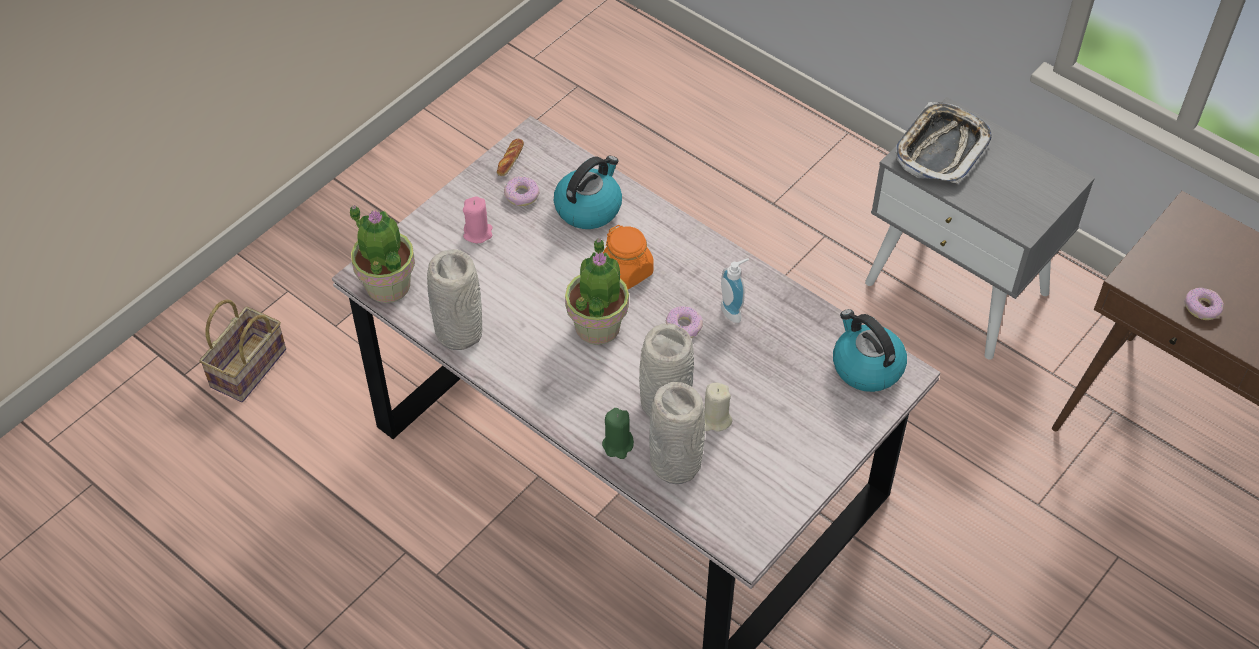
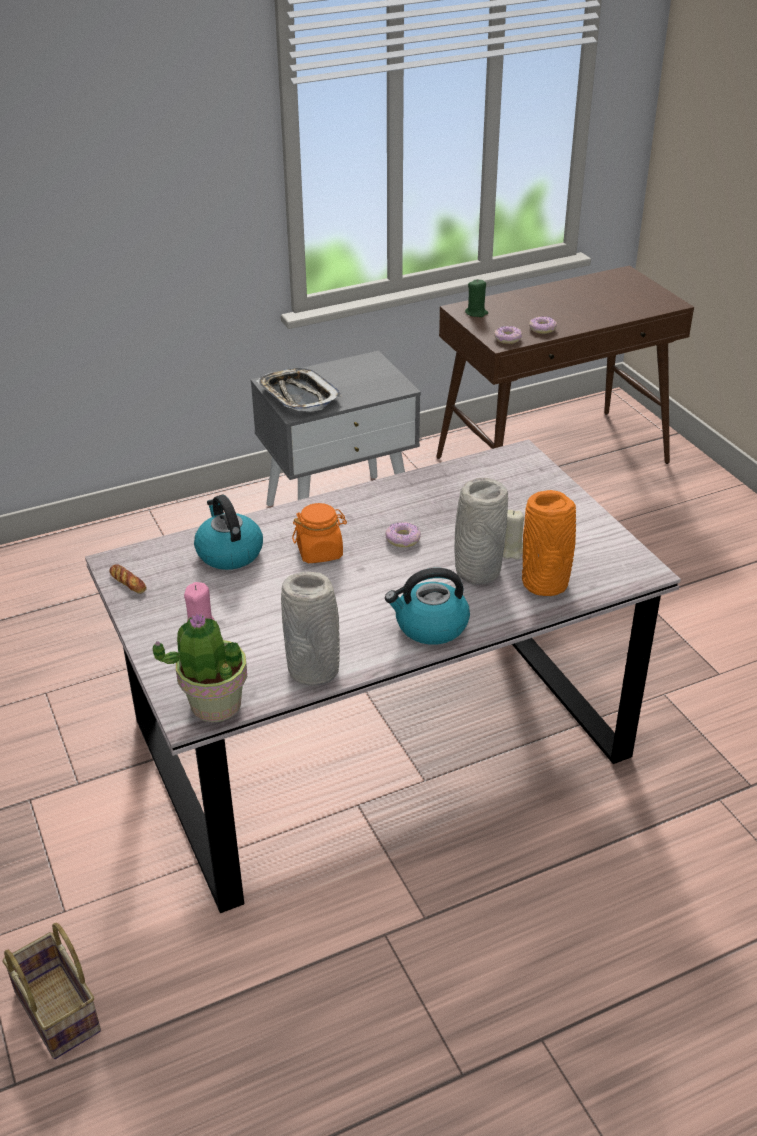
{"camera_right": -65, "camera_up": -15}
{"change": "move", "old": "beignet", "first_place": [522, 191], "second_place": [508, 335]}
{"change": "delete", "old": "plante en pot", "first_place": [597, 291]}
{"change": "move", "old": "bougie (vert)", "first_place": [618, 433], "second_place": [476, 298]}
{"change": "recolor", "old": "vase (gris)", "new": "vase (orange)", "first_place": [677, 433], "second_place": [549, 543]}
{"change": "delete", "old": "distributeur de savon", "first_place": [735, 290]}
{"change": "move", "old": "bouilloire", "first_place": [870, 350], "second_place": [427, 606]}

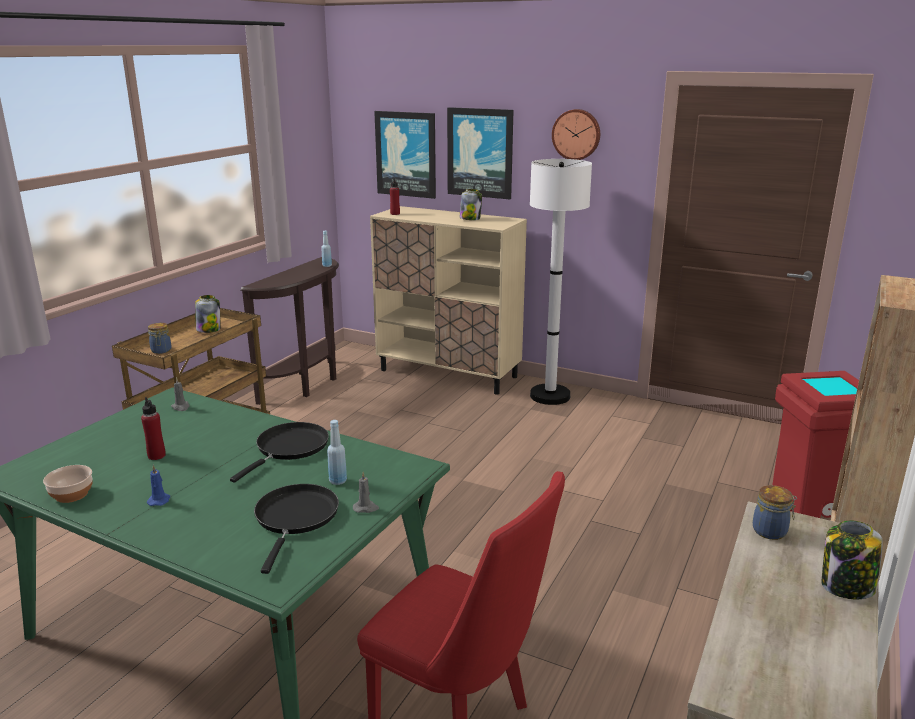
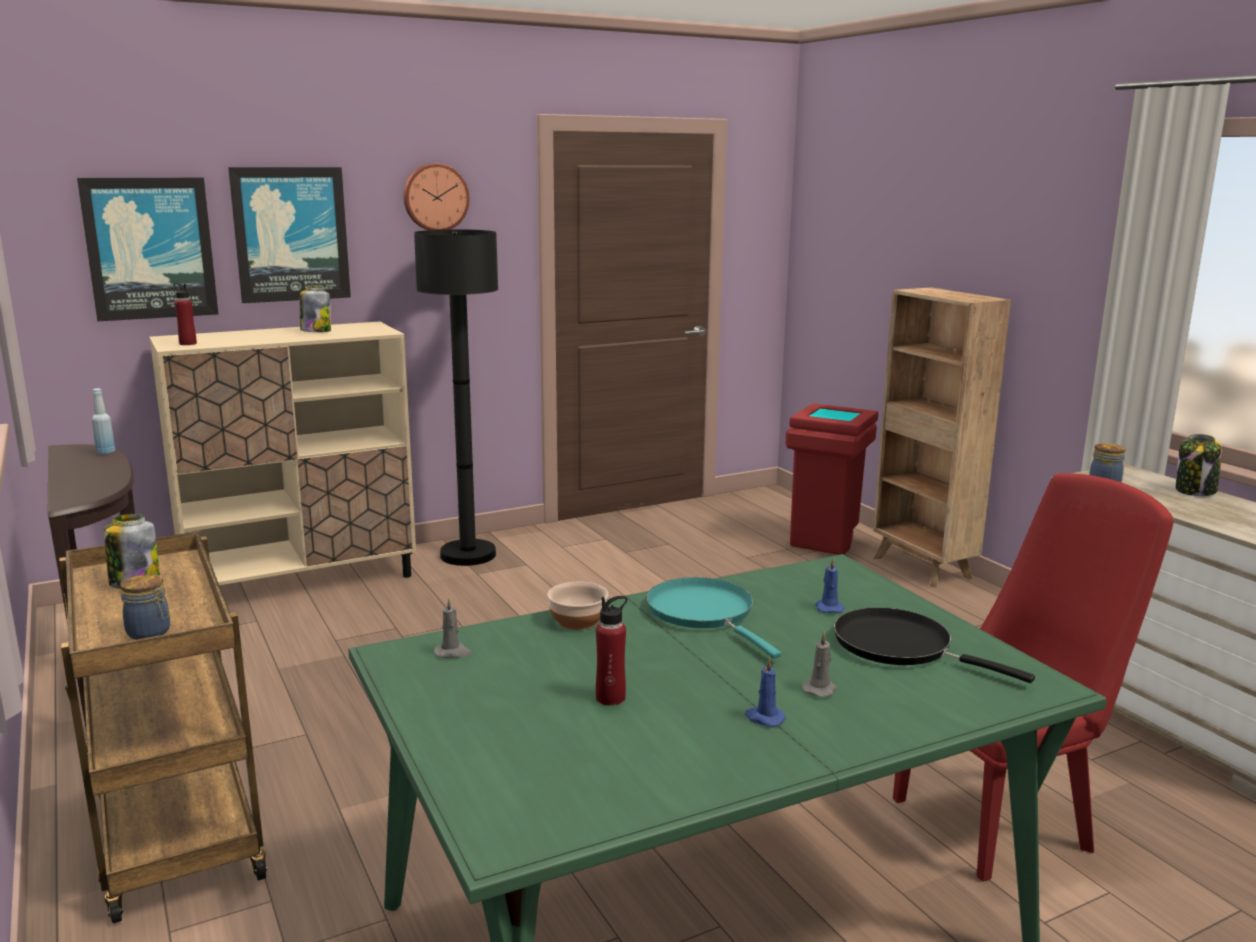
{"camera_right": -55, "camera_up": -5}
{"change": "move", "old": "bol", "first_place": [68, 484], "second_place": [577, 606]}
{"change": "recolor", "old": "poêle (noir)", "new": "poêle (turquoise)", "first_place": [279, 452], "second_place": [713, 617]}
{"change": "replace", "old": "bouteille (bleu)", "new": "bougie (bleu)", "first_place": [337, 452], "second_place": [830, 585]}
{"change": "move", "old": "bougie (gris)", "first_place": [366, 492], "second_place": [819, 665]}
{"change": "recolor", "old": "lampadaire (blanc)", "new": "lampadaire (noir)", "first_place": [561, 282], "second_place": [456, 397]}

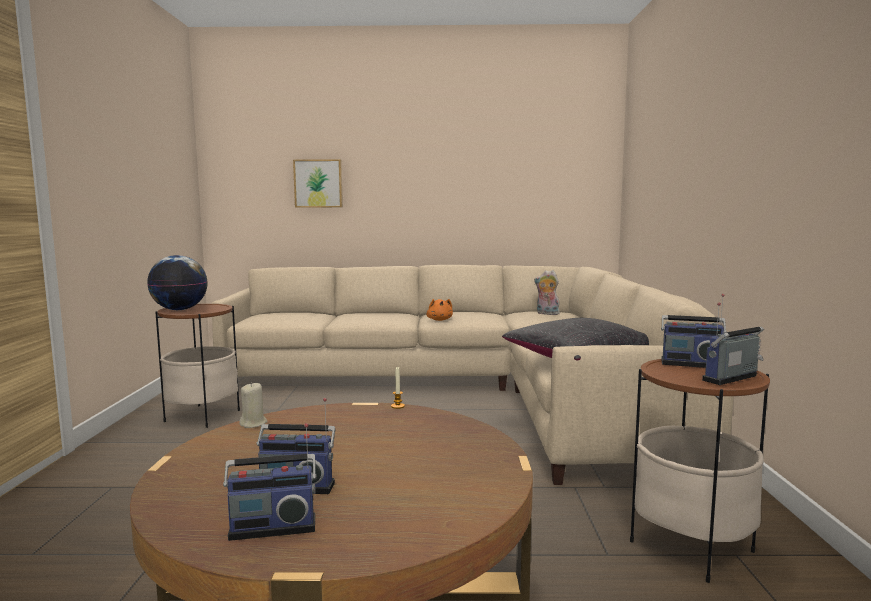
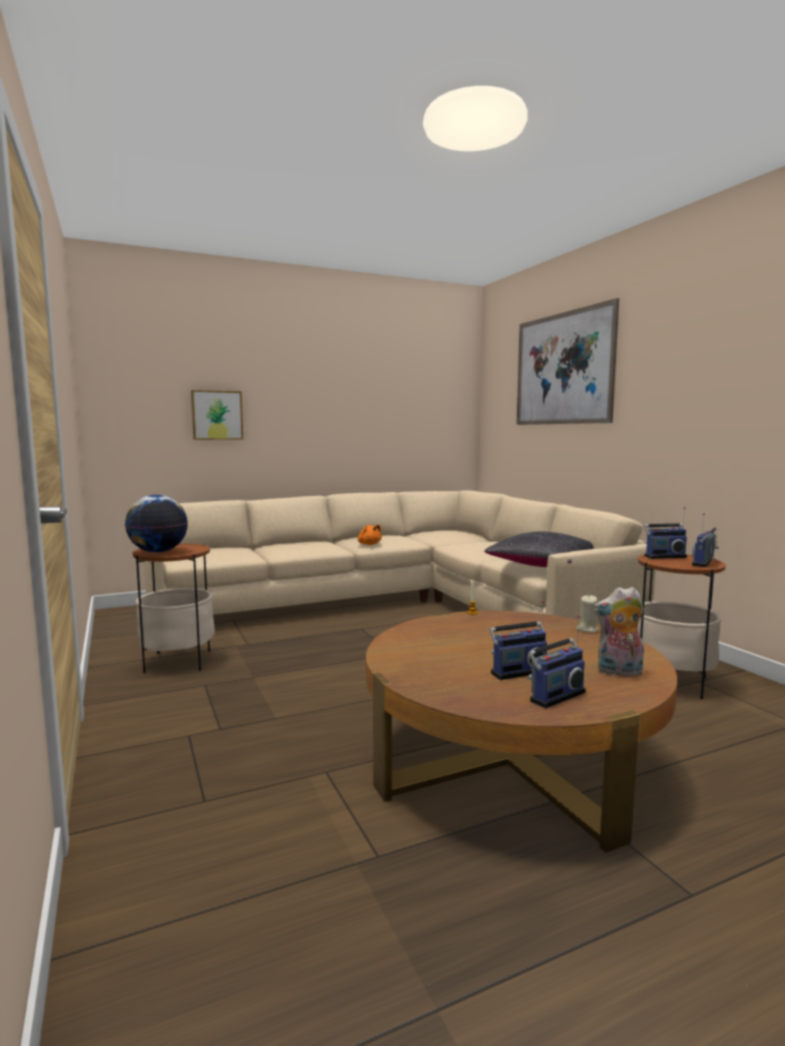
{"camera_right": -25, "camera_up": 0}
{"change": "move", "old": "bougie (beige)", "first_place": [253, 405], "second_place": [587, 614]}
{"change": "move", "old": "peluche", "first_place": [547, 292], "second_place": [618, 631]}
{"change": "insert", "new": "tableau", "second_place": [568, 361]}

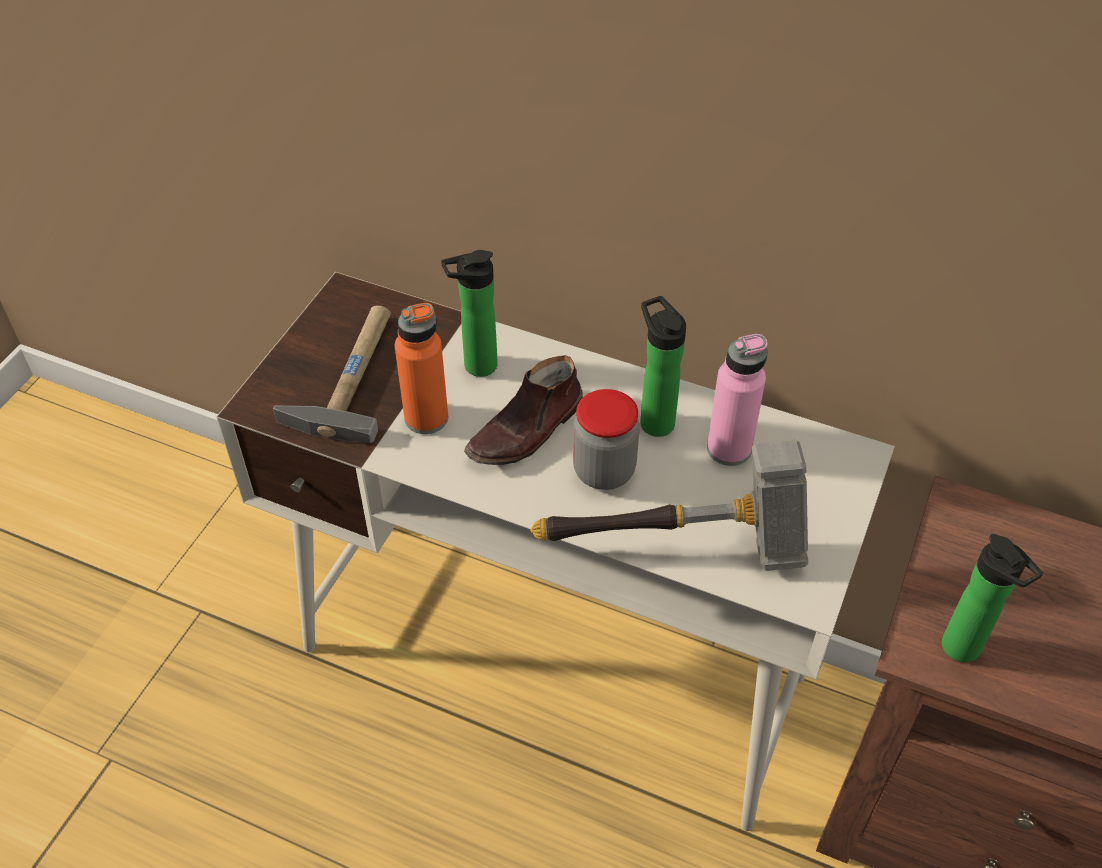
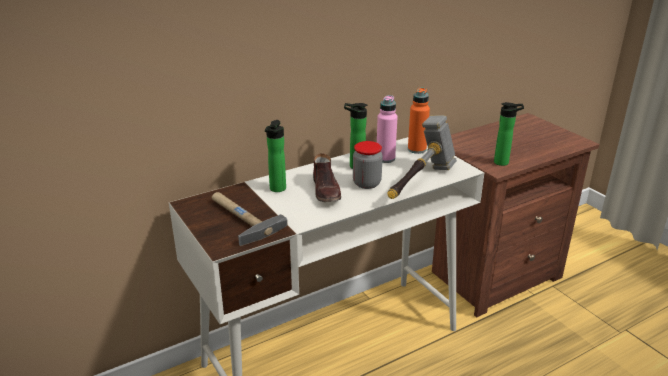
{"camera_right": -55, "camera_up": -20}
{"change": "move", "old": "bouteille (orange)", "first_place": [421, 368], "second_place": [419, 121]}

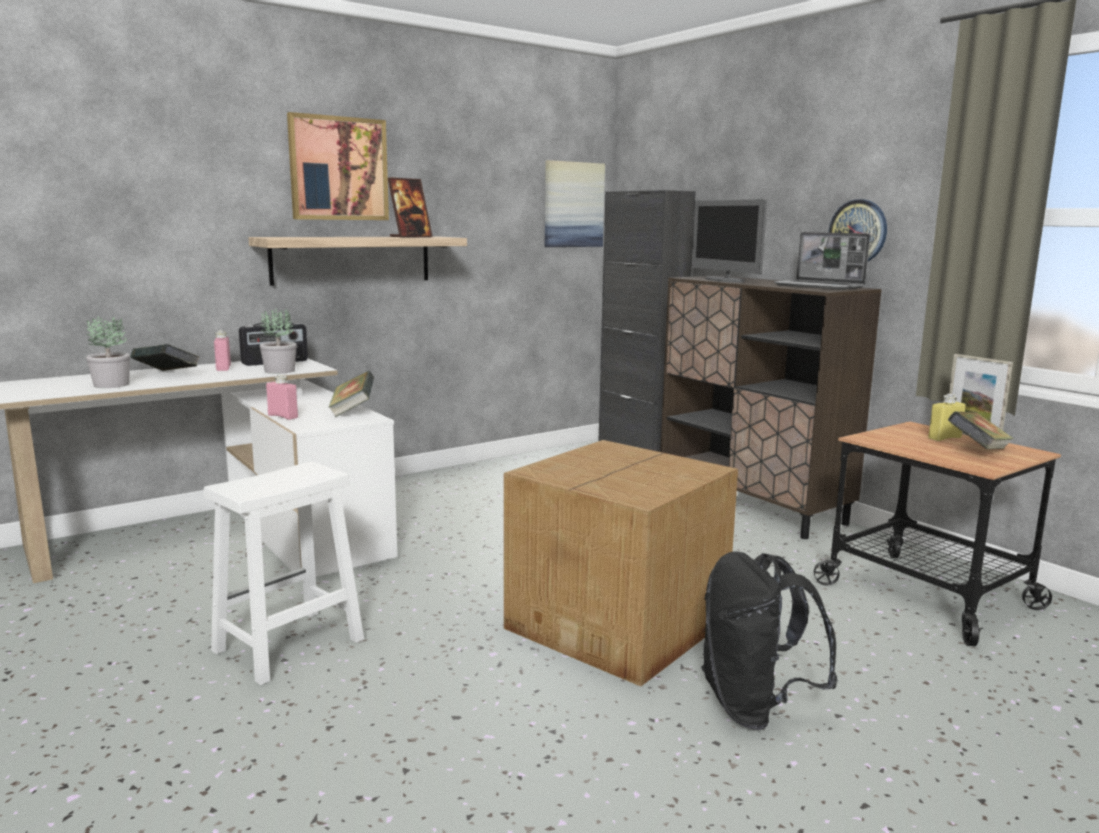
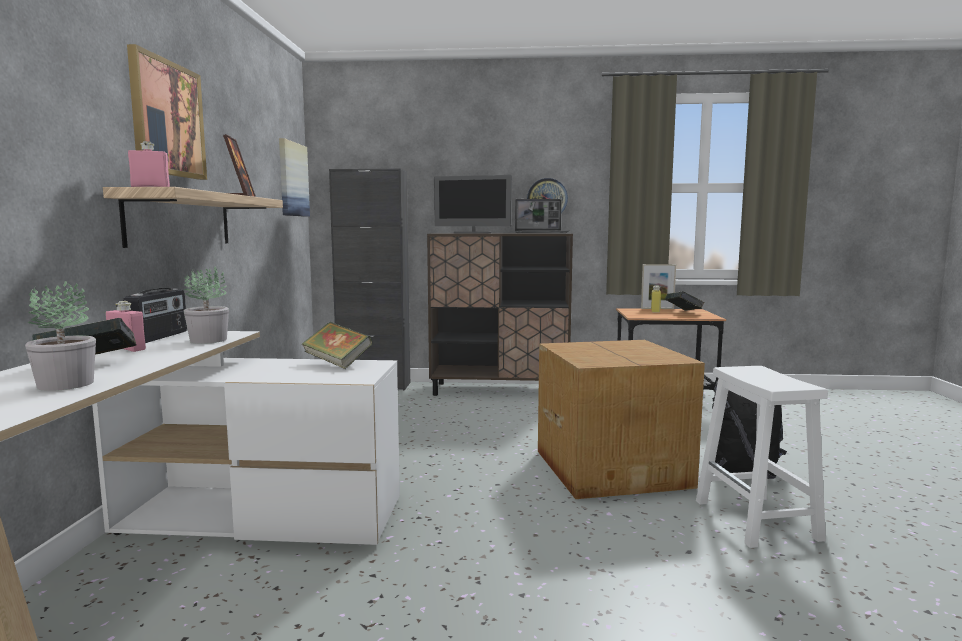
{"camera_right": -50, "camera_up": -5}
{"change": "move", "old": "tabouret (blanc)", "first_place": [284, 573], "second_place": [762, 457]}
{"change": "move", "old": "bouteille (rose)", "first_place": [282, 397], "second_place": [149, 164]}

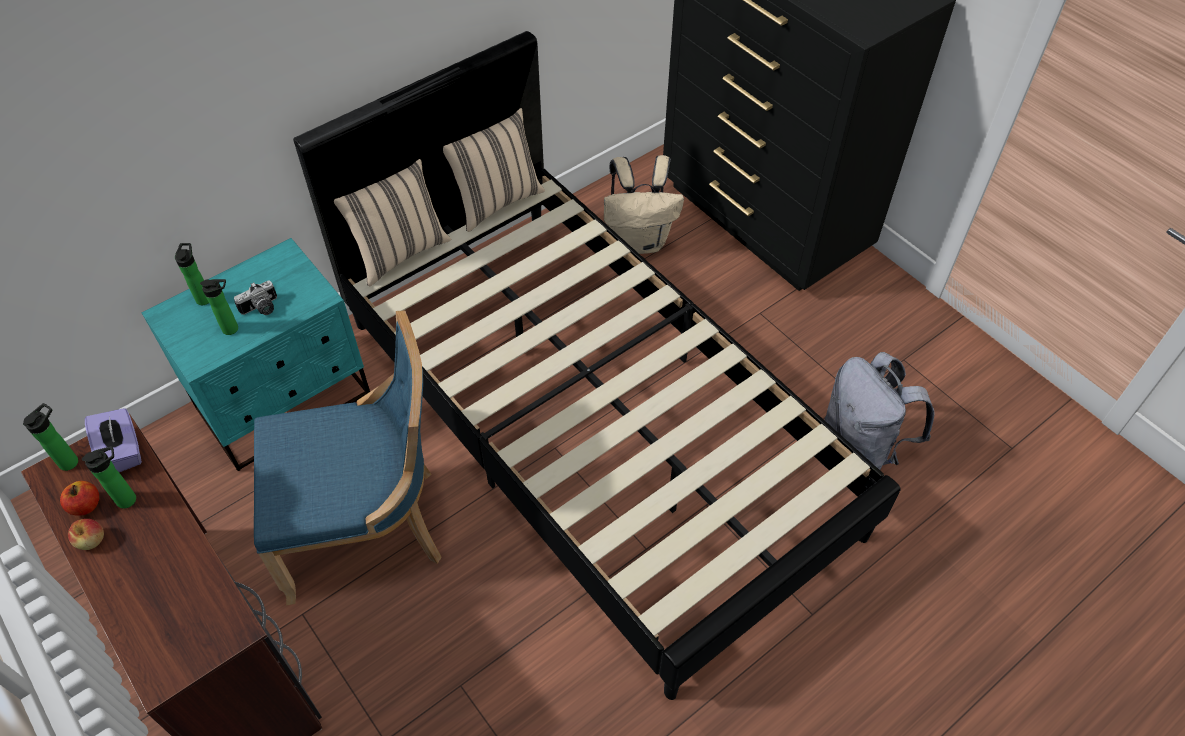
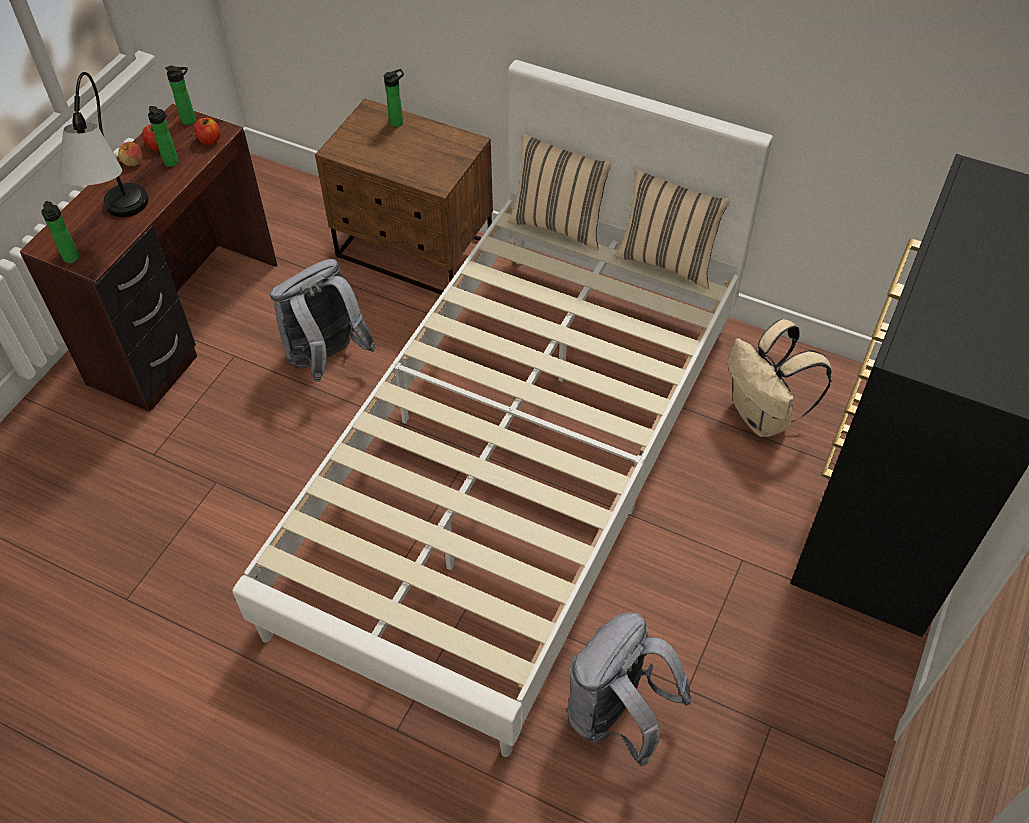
{"camera_right": 65, "camera_up": 0}
{"change": "replace", "old": "boîte à mouchoirs (violet)", "new": "pomme", "first_place": [113, 440], "second_place": [207, 131]}
{"change": "recolor", "old": "table de chevet (turquoise)", "new": "table de chevet (marron)", "first_place": [256, 354], "second_place": [404, 196]}
{"change": "move", "old": "bouteille", "first_place": [219, 307], "second_place": [60, 232]}
{"change": "delete", "old": "appareil photo", "first_place": [255, 297]}
{"change": "replace", "old": "chaise (bleu)", "new": "sac à dos (gris)", "first_place": [348, 457], "second_place": [323, 320]}
{"change": "recolor", "old": "lit (noir)", "new": "lit (blanc)", "first_place": [597, 365], "second_place": [502, 408]}
{"change": "insert", "new": "lampe de table", "second_place": [103, 144]}

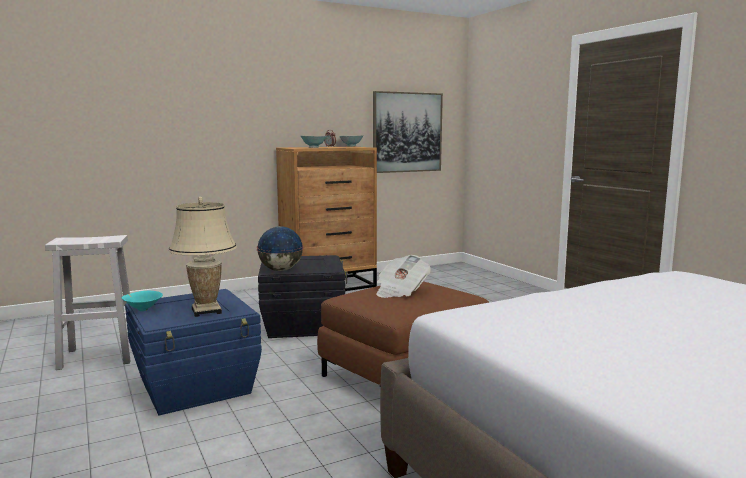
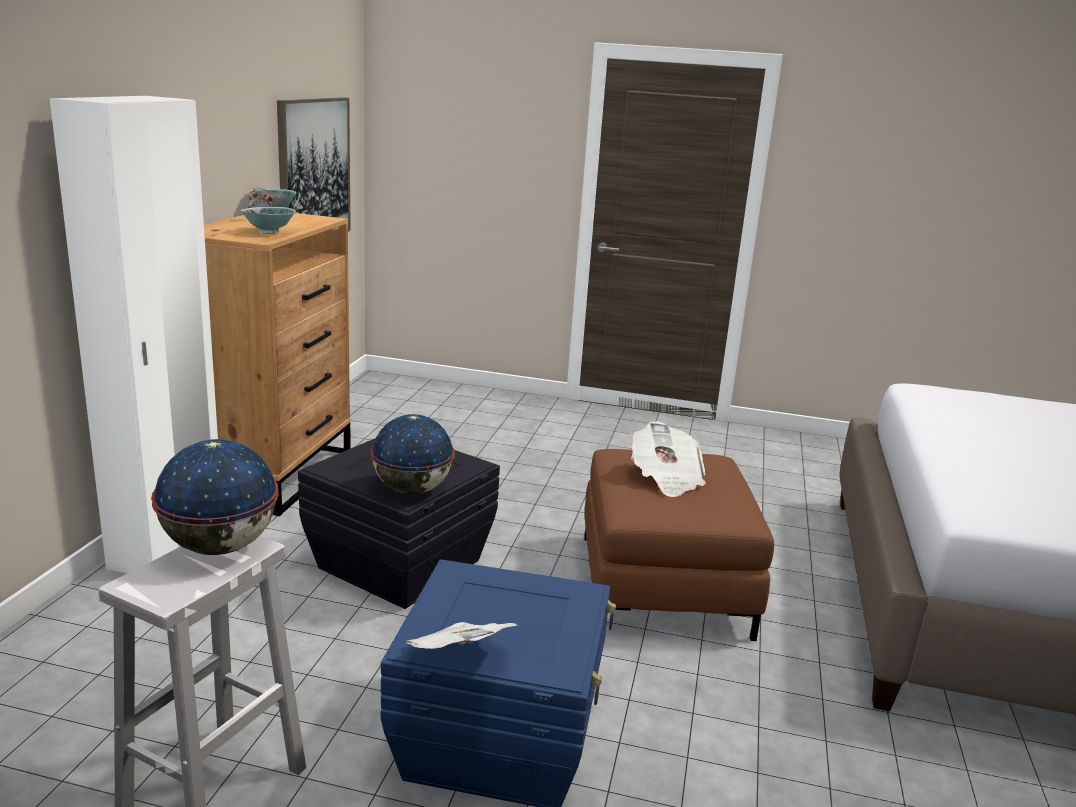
{"camera_right": -50, "camera_up": 10}
{"change": "replace", "old": "bol (turquoise)", "new": "journal", "first_place": [142, 301], "second_place": [462, 635]}
{"change": "delete", "old": "lampe de table (beige)", "first_place": [202, 257]}
{"change": "insert", "new": "armoire (blanc)", "second_place": [134, 334]}
{"change": "insert", "new": "globe", "second_place": [215, 497]}

